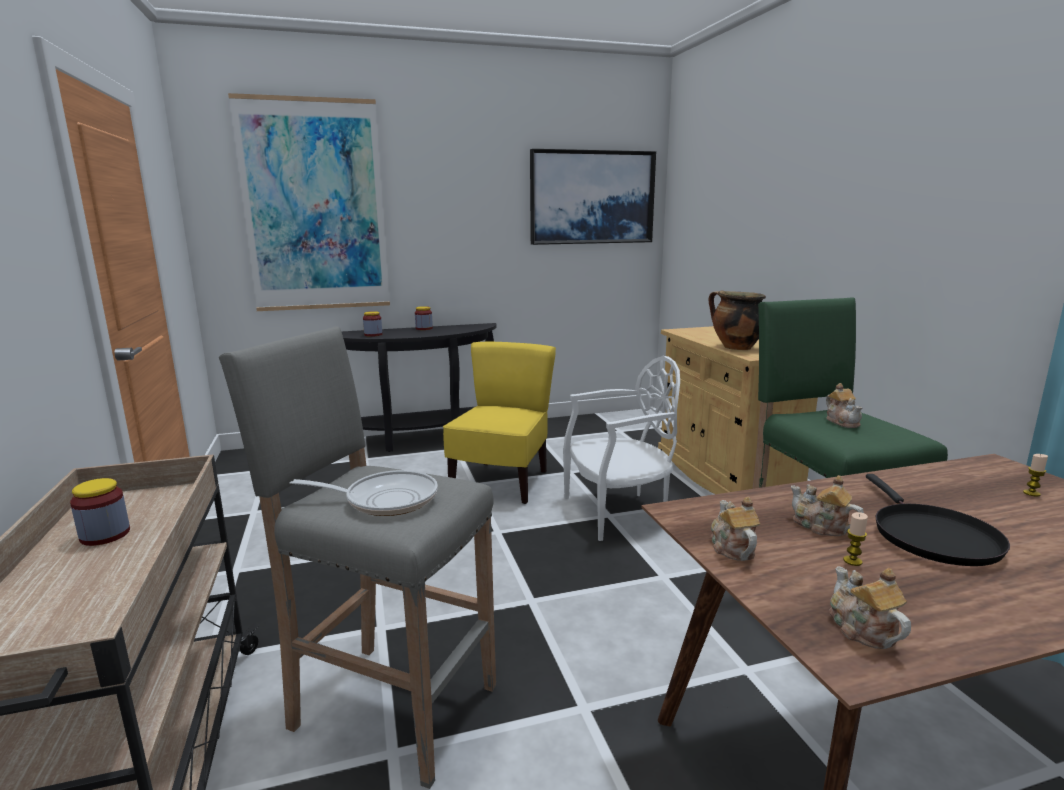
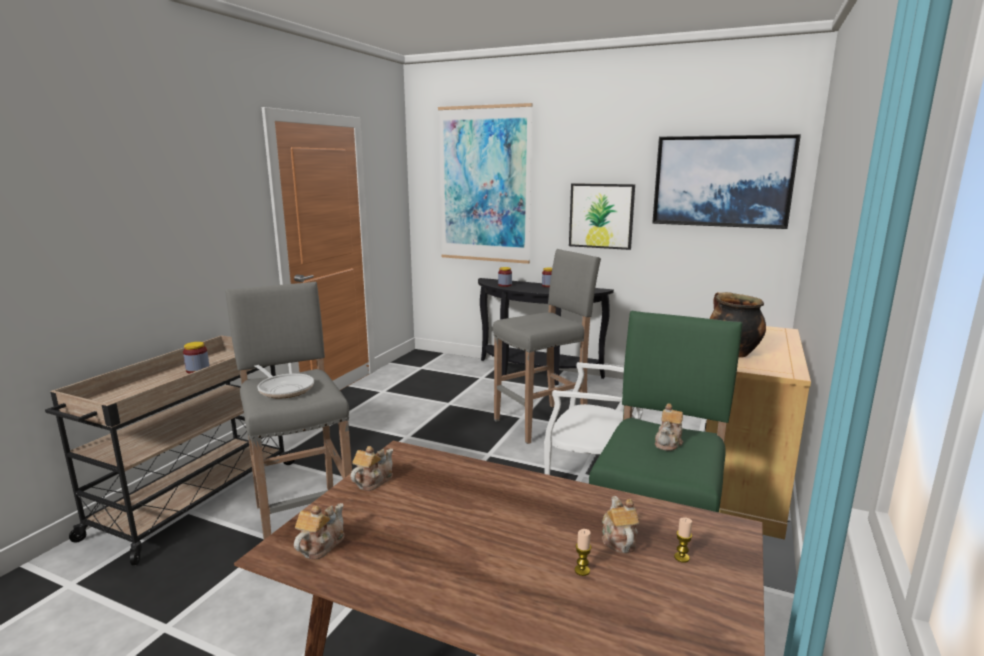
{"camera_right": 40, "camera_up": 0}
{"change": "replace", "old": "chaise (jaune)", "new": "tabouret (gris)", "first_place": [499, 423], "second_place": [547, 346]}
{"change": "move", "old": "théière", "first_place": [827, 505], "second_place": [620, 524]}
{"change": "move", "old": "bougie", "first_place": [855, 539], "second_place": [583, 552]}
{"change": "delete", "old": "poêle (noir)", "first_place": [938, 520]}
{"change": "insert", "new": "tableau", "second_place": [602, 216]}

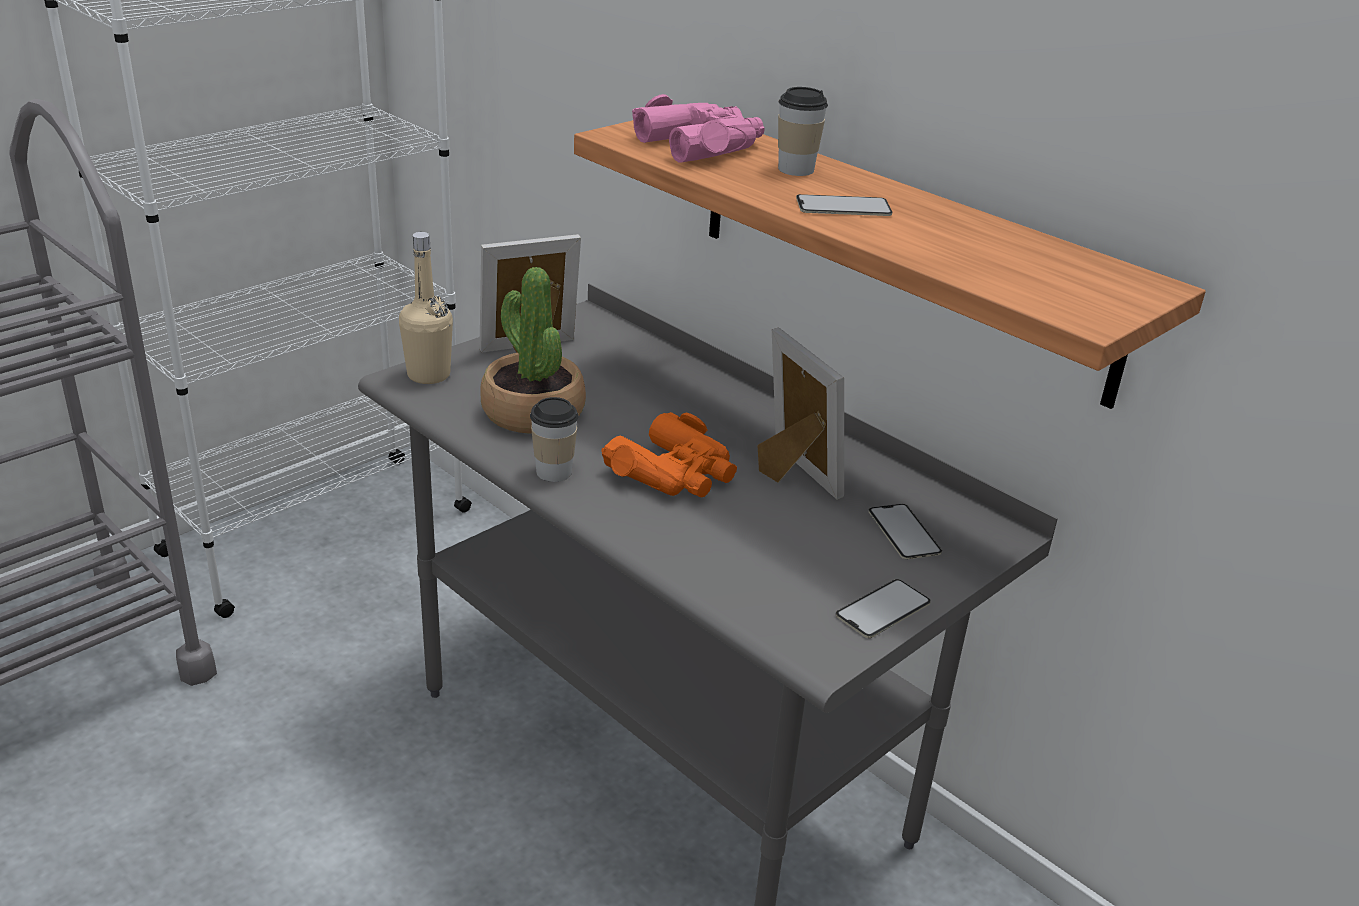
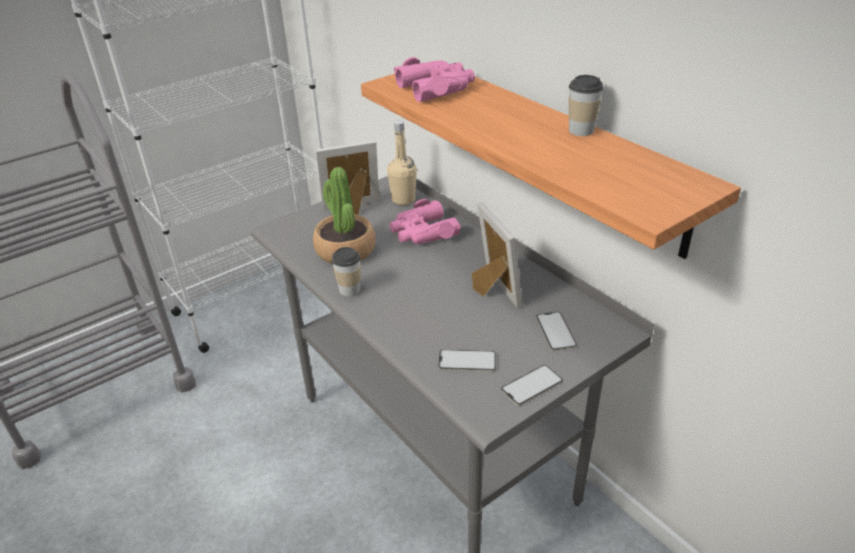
{"camera_right": 10, "camera_up": 5}
{"change": "move", "old": "bouteille (beige)", "first_place": [426, 308], "second_place": [402, 163]}
{"change": "delete", "old": "jumelles (orange)", "first_place": [669, 455]}
{"change": "move", "old": "tasse", "first_place": [803, 131], "second_place": [586, 105]}
{"change": "move", "old": "téléphone", "first_place": [844, 205], "second_place": [467, 360]}
{"change": "insert", "new": "jumelles (rose)", "second_place": [425, 221]}

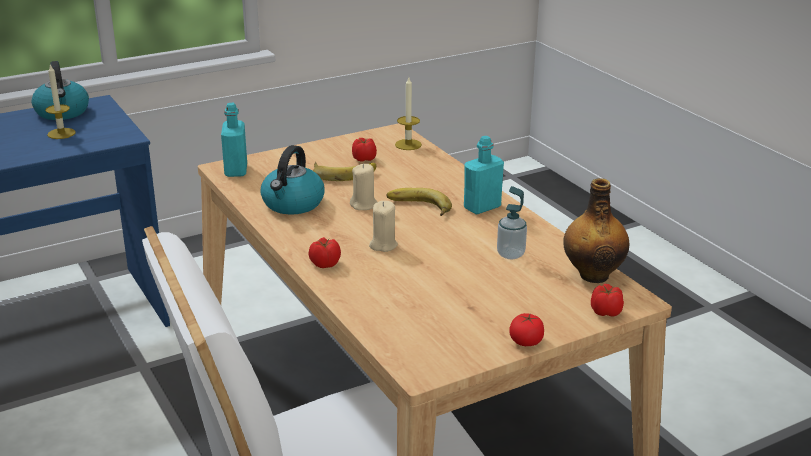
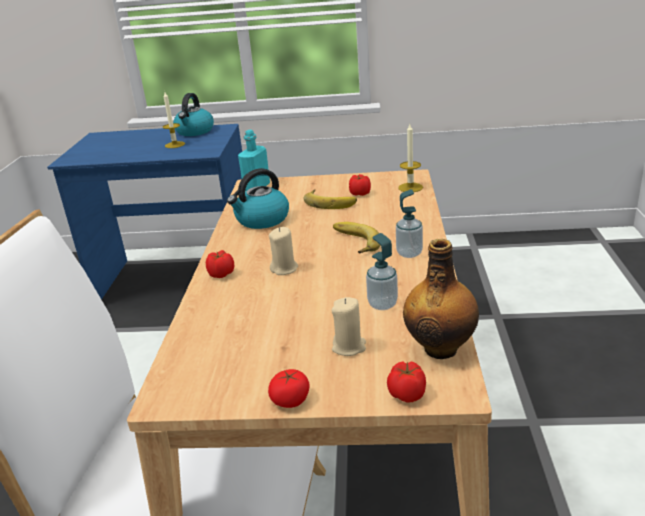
{"camera_right": 35, "camera_up": 0}
{"change": "move", "old": "bougie (beige)", "first_place": [363, 187], "second_place": [348, 326]}
{"change": "replace", "old": "bouteille (turquoise)", "new": "distributeur de savon", "first_place": [484, 175], "second_place": [409, 223]}

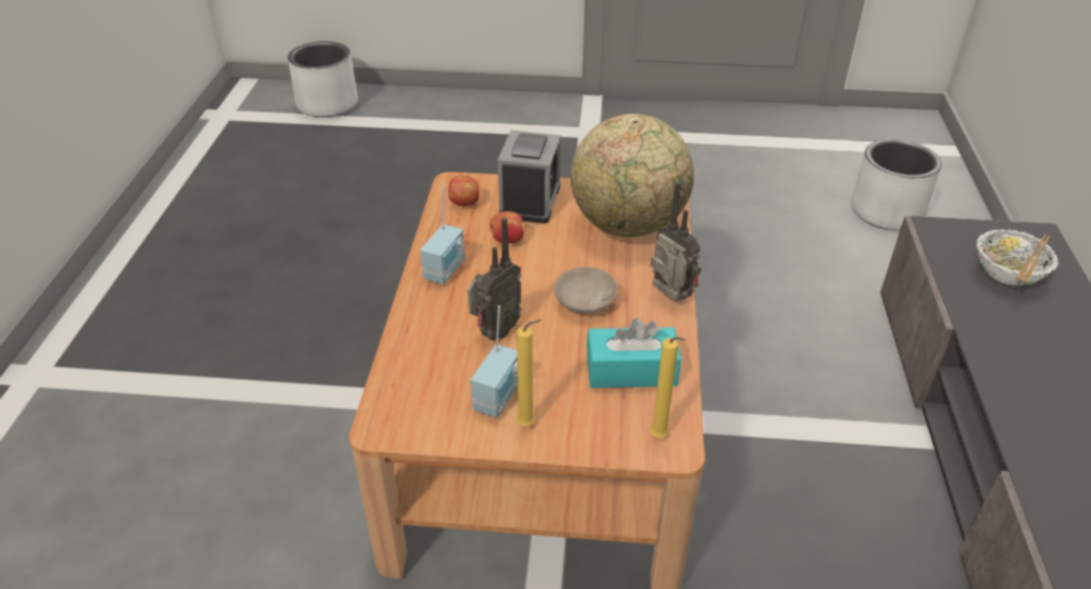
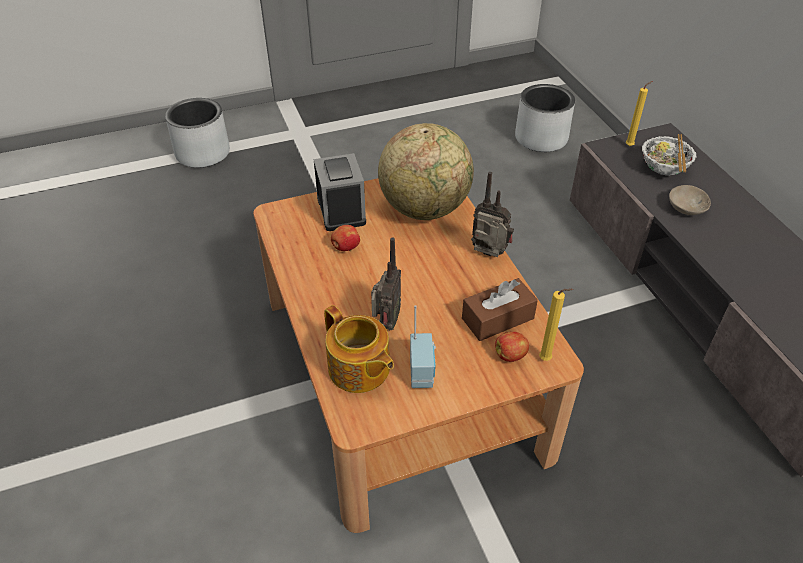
{"camera_right": -25, "camera_up": 5}
{"change": "move", "old": "cache-pot (gris)", "first_place": [323, 79], "second_place": [197, 133]}
{"change": "delete", "old": "radio", "first_place": [442, 236]}
{"change": "move", "old": "pomme", "first_place": [463, 190], "second_place": [512, 347]}
{"change": "move", "old": "bougie (jaune)", "first_place": [529, 373], "second_place": [639, 113]}
{"change": "move", "old": "bol (beige)", "first_place": [586, 290], "second_place": [690, 200]}
{"change": "recolor", "old": "boîte à mouchoirs (turquoise)", "new": "boîte à mouchoirs (marron)", "first_place": [633, 353], "second_place": [500, 309]}
{"change": "insert", "new": "théière", "second_place": [359, 349]}

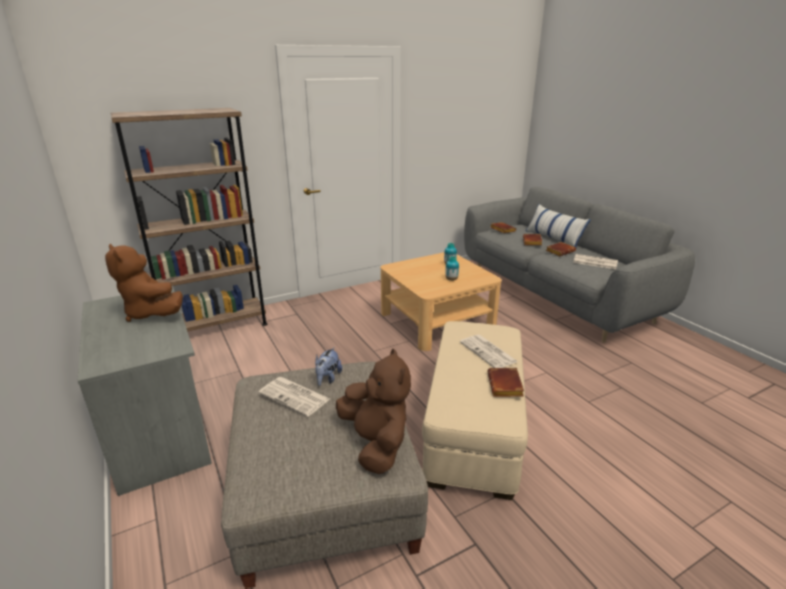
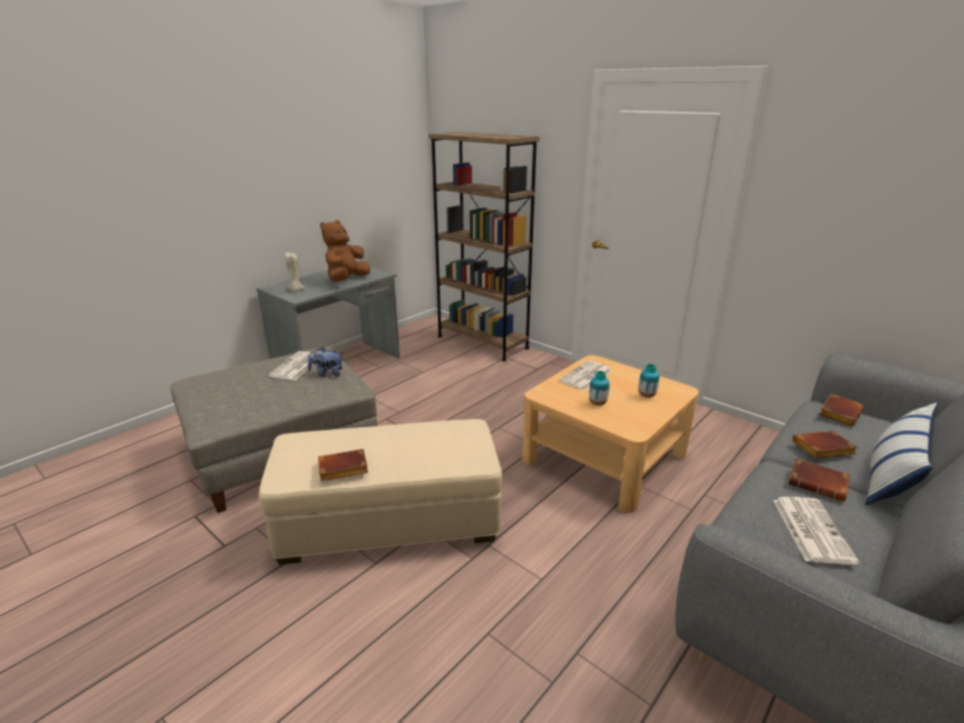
{"camera_right": 70, "camera_up": 0}
{"change": "delete", "old": "peluche (marron)", "first_place": [373, 411]}
{"change": "move", "old": "journal", "first_place": [489, 351], "second_place": [585, 375]}
{"change": "insert", "new": "bougie (beige)", "second_place": [295, 272]}

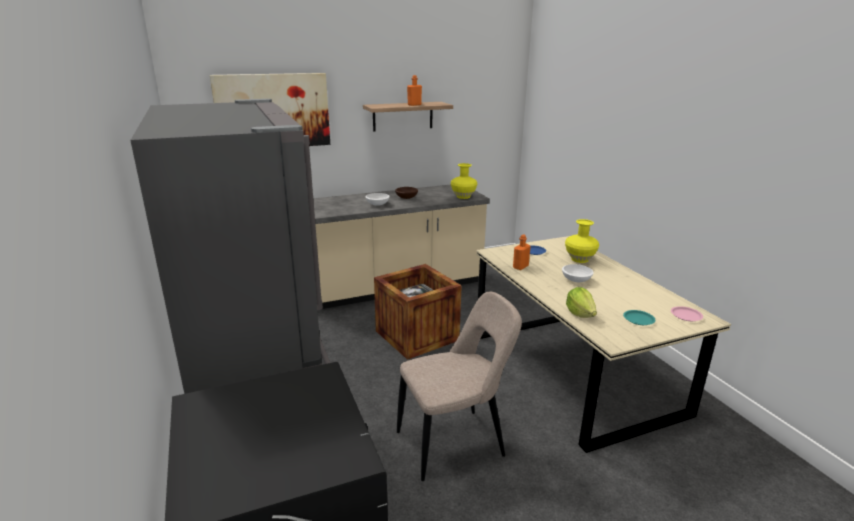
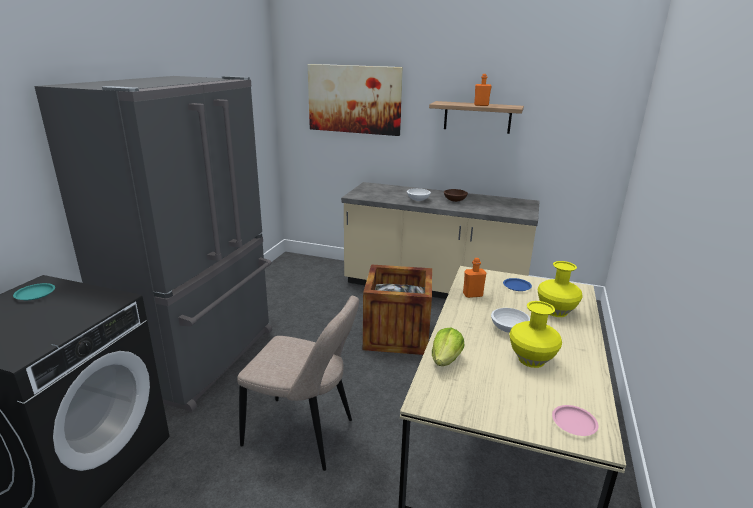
{"camera_right": 40, "camera_up": 0}
{"change": "move", "old": "vase (jaune)", "first_place": [464, 181], "second_place": [535, 334]}
{"change": "move", "old": "assiette (turquoise)", "first_place": [639, 317], "second_place": [34, 291]}

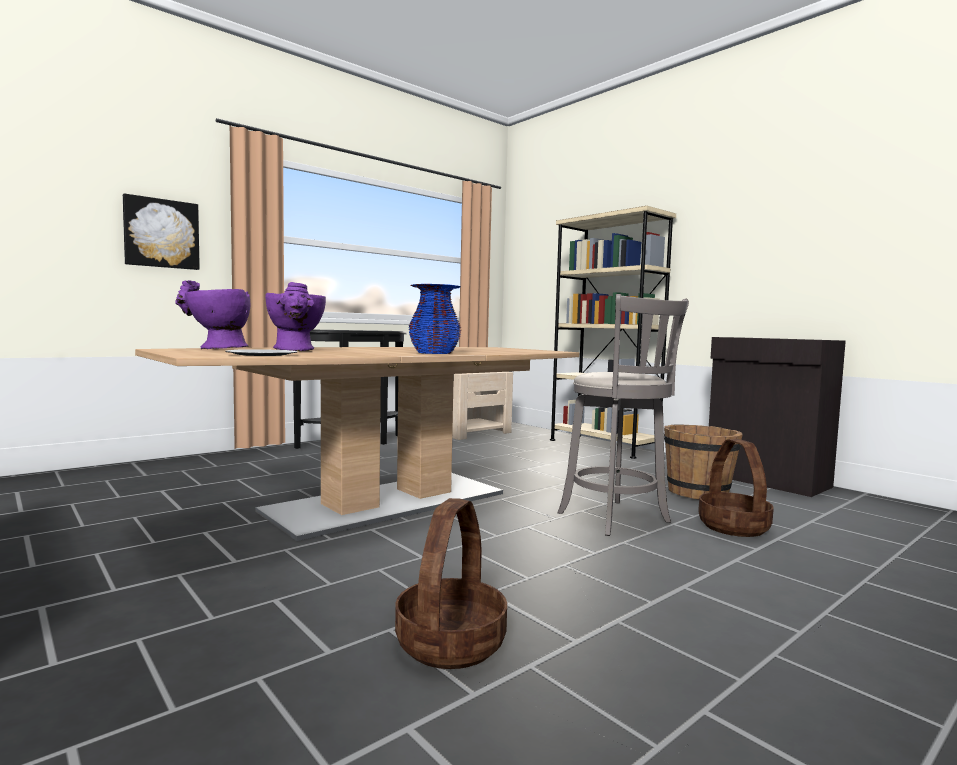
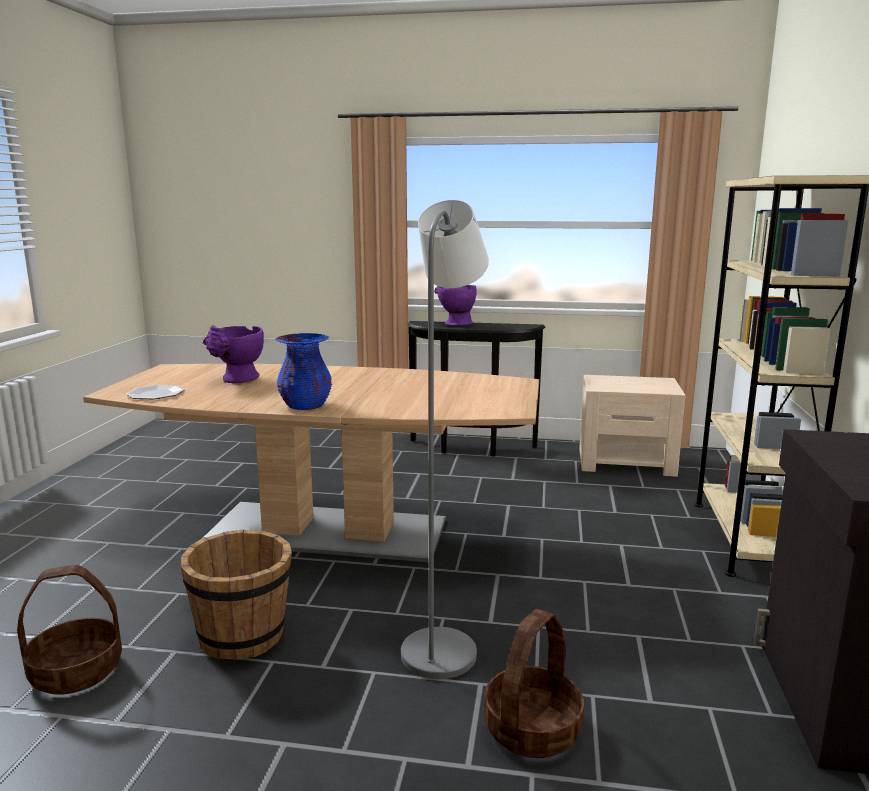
{"camera_right": 50, "camera_up": 10}
{"change": "delete", "old": "tableau", "first_place": [161, 232]}
{"change": "move", "old": "vase (violet)", "first_place": [212, 314], "second_place": [455, 305]}
{"change": "replace", "old": "tabouret (gris)", "new": "lampadaire (gris)", "first_place": [623, 415], "second_place": [445, 439]}
{"change": "move", "old": "seau (marron)", "first_place": [703, 462], "second_place": [236, 594]}

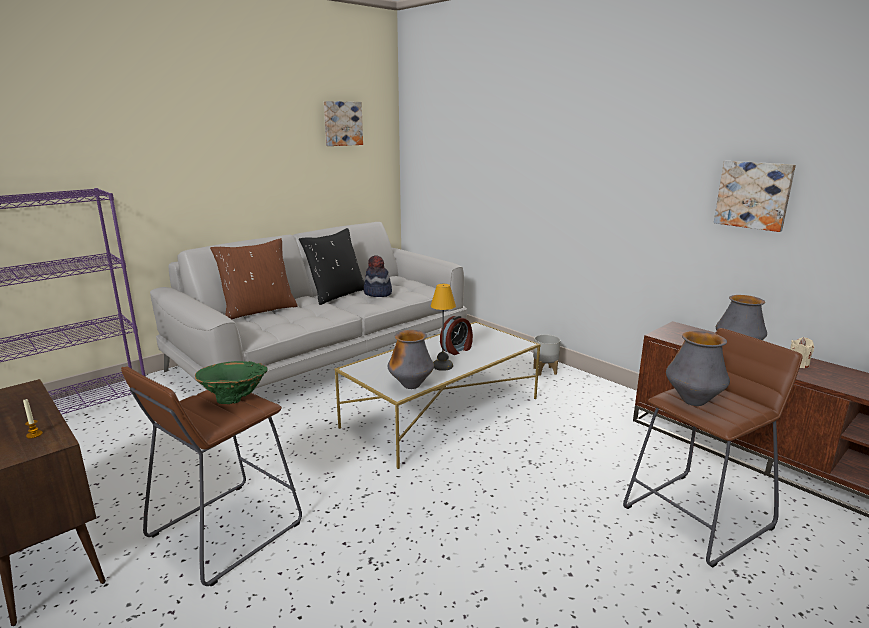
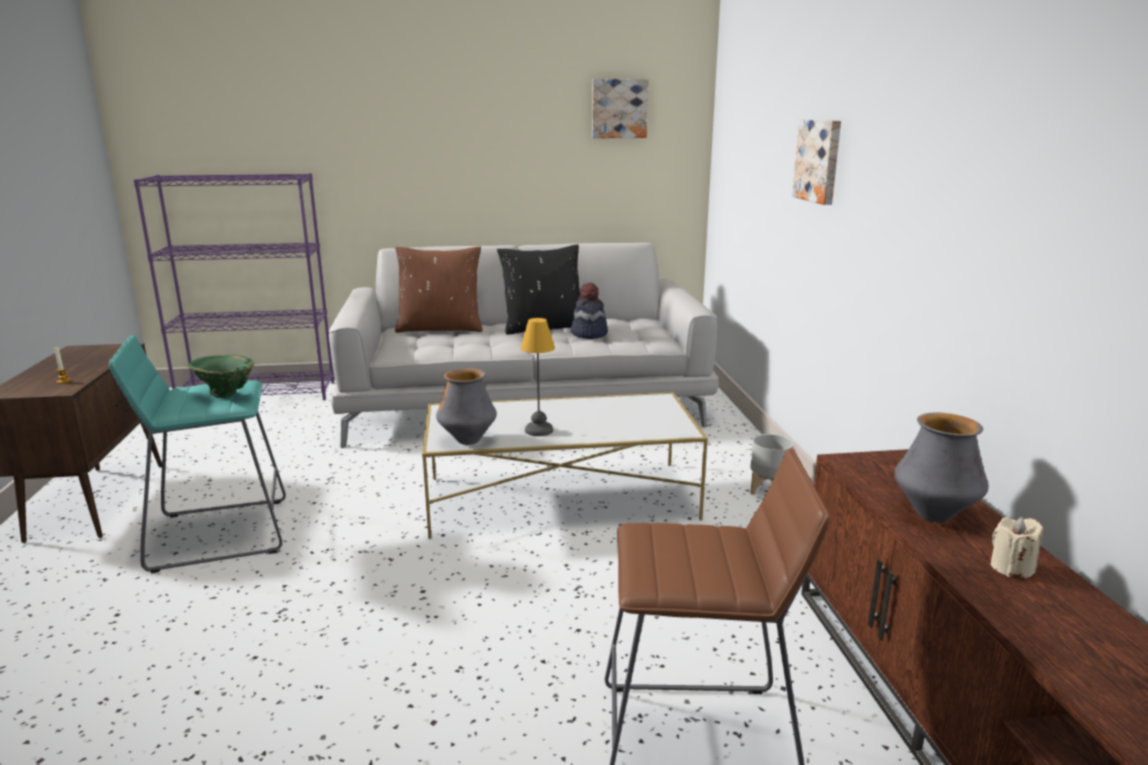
{"camera_right": 35, "camera_up": 0}
{"change": "recolor", "old": "tabouret (marron)", "new": "tabouret (turquoise)", "first_place": [211, 477], "second_place": [197, 454]}
{"change": "delete", "old": "réveil", "first_place": [456, 335]}
{"change": "delete", "old": "vase", "first_place": [698, 368]}
{"change": "move", "old": "tableau", "first_place": [755, 196], "second_place": [816, 162]}

